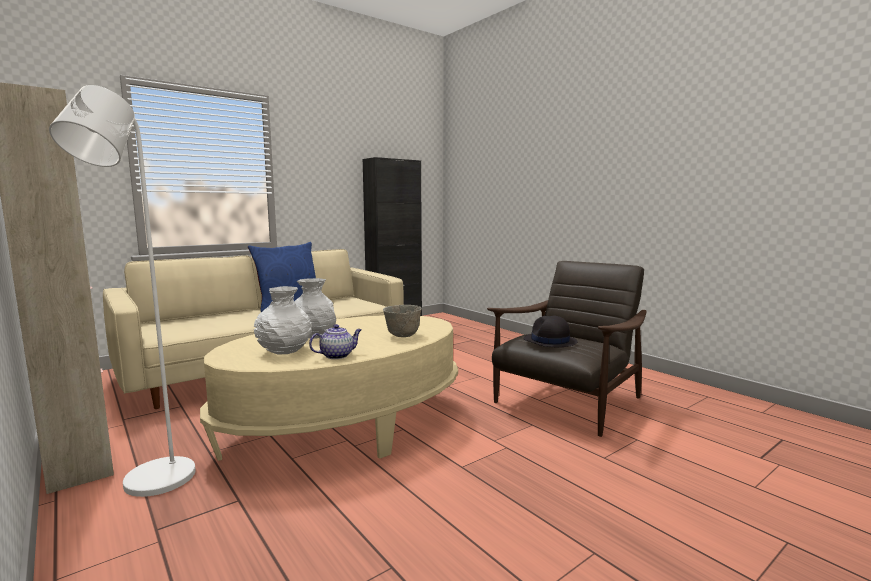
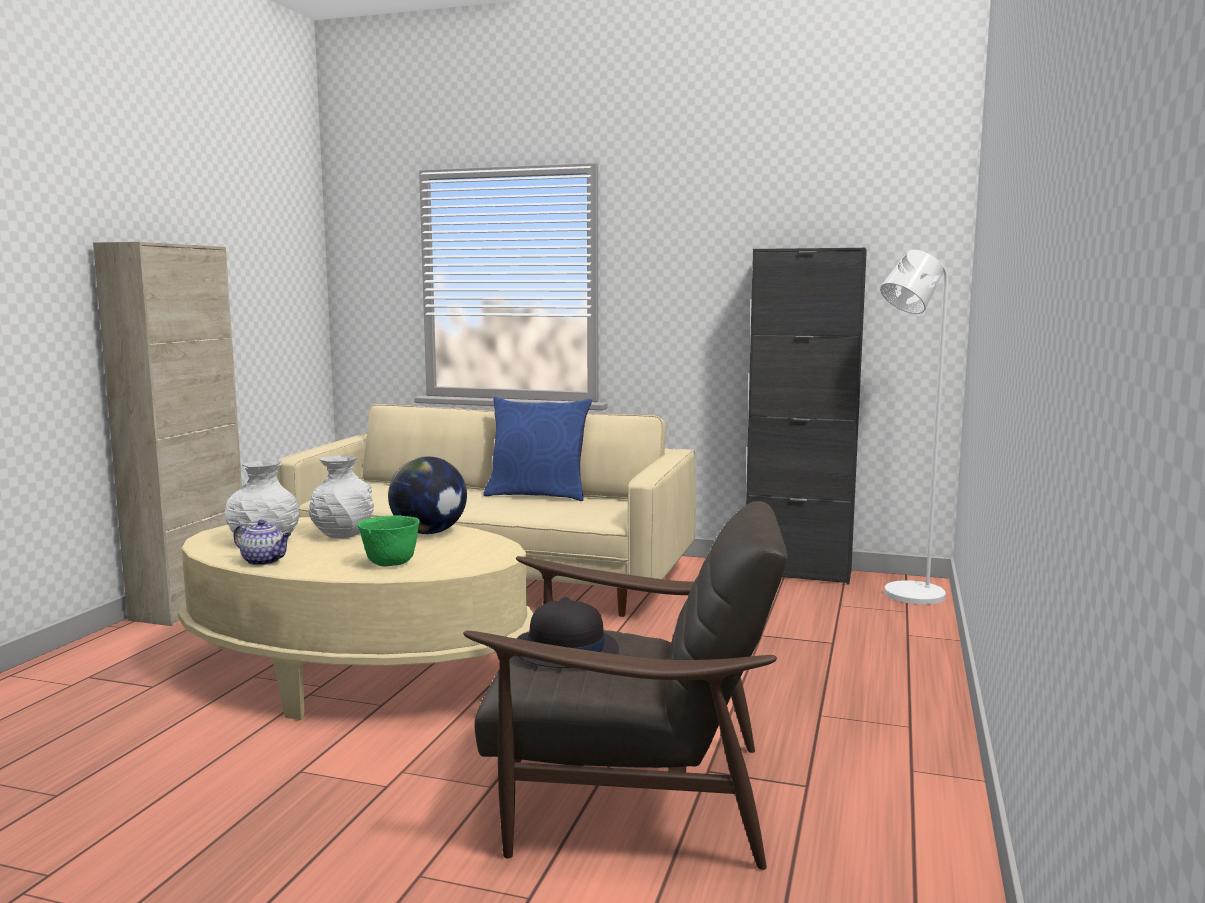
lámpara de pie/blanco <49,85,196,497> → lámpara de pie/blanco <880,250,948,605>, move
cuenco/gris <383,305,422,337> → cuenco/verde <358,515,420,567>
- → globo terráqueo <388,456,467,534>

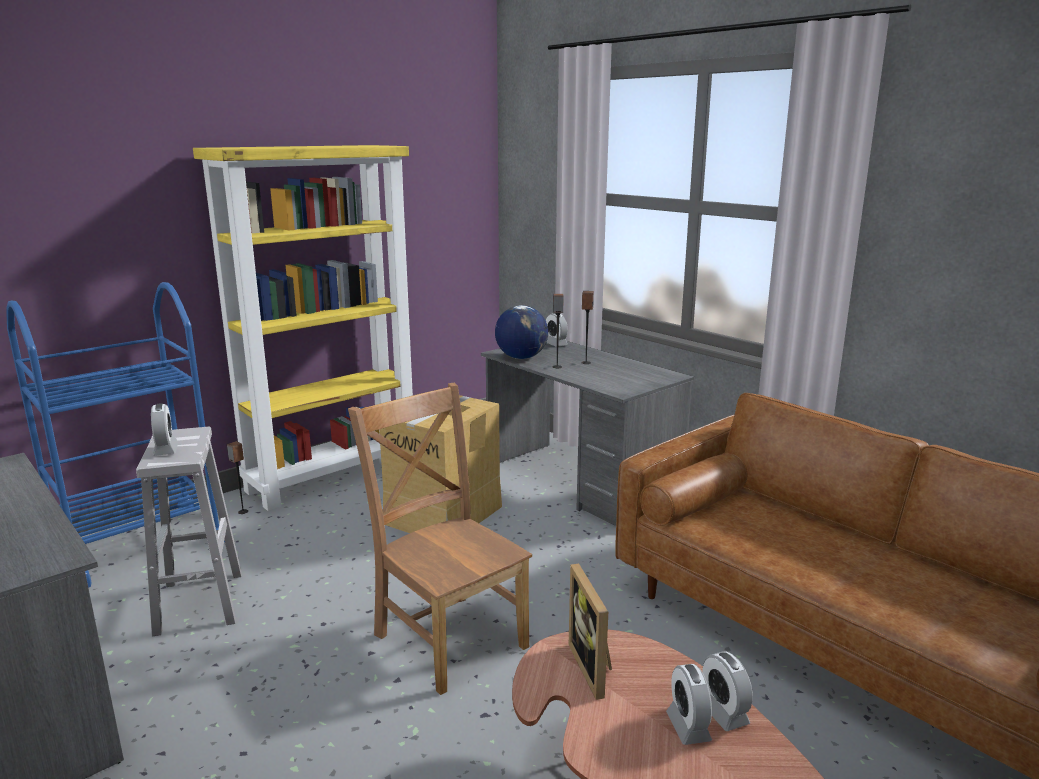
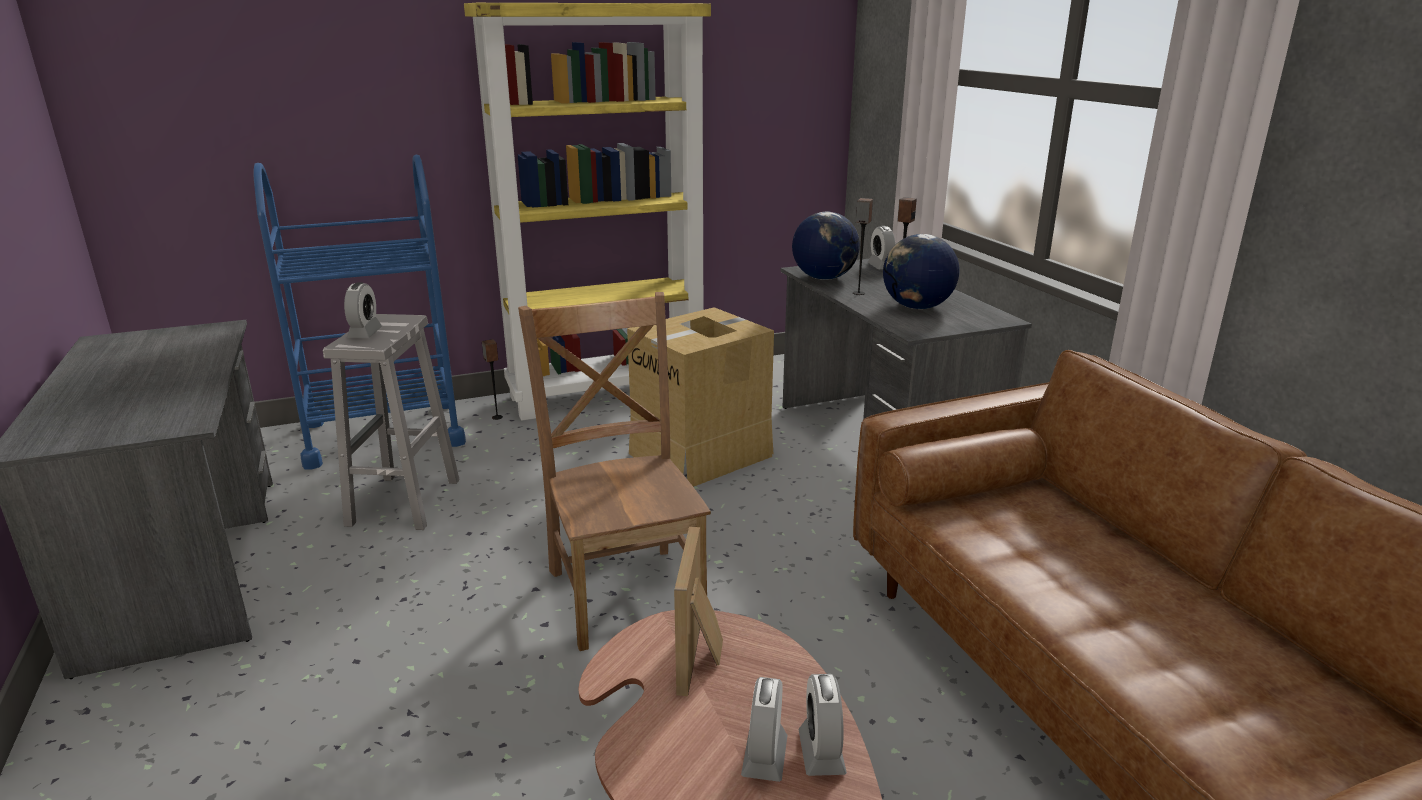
- → globo terráqueo <883,234,960,309>

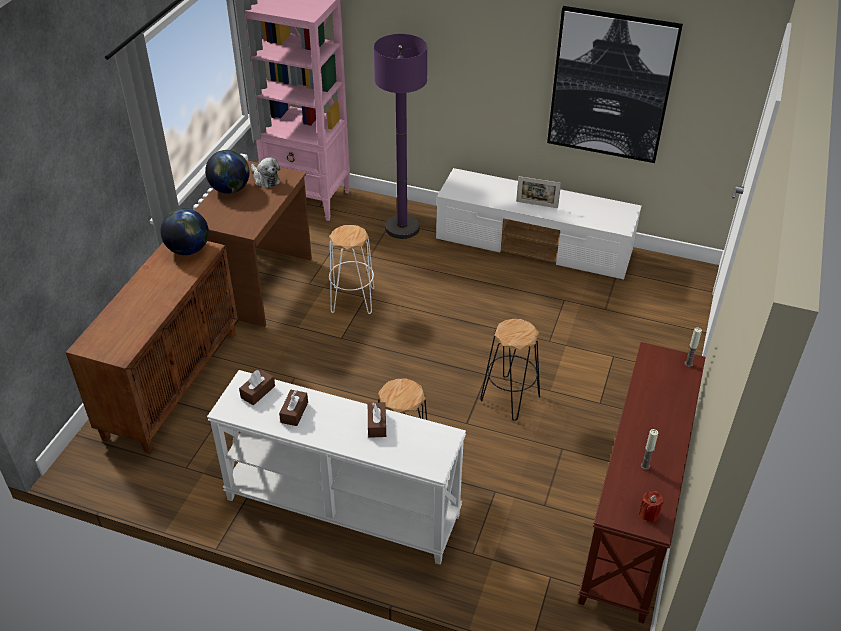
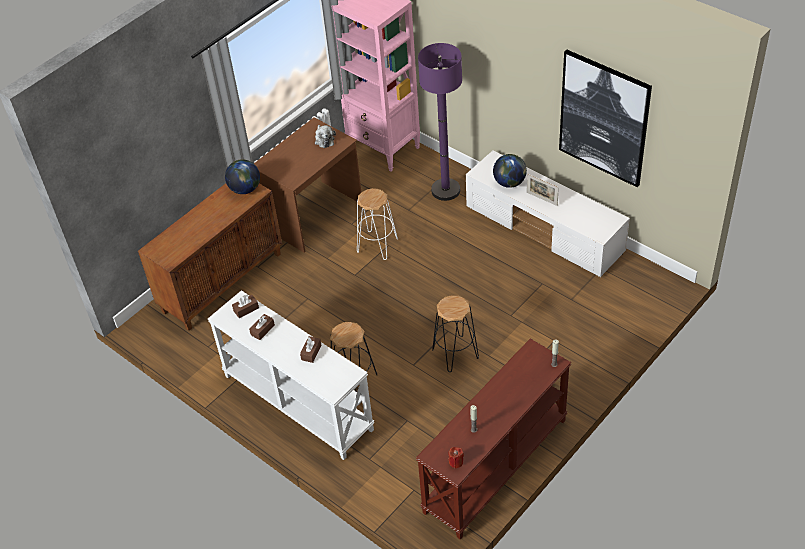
globo terráqueo <205,150,250,194> → globo terráqueo <493,154,527,188>, move

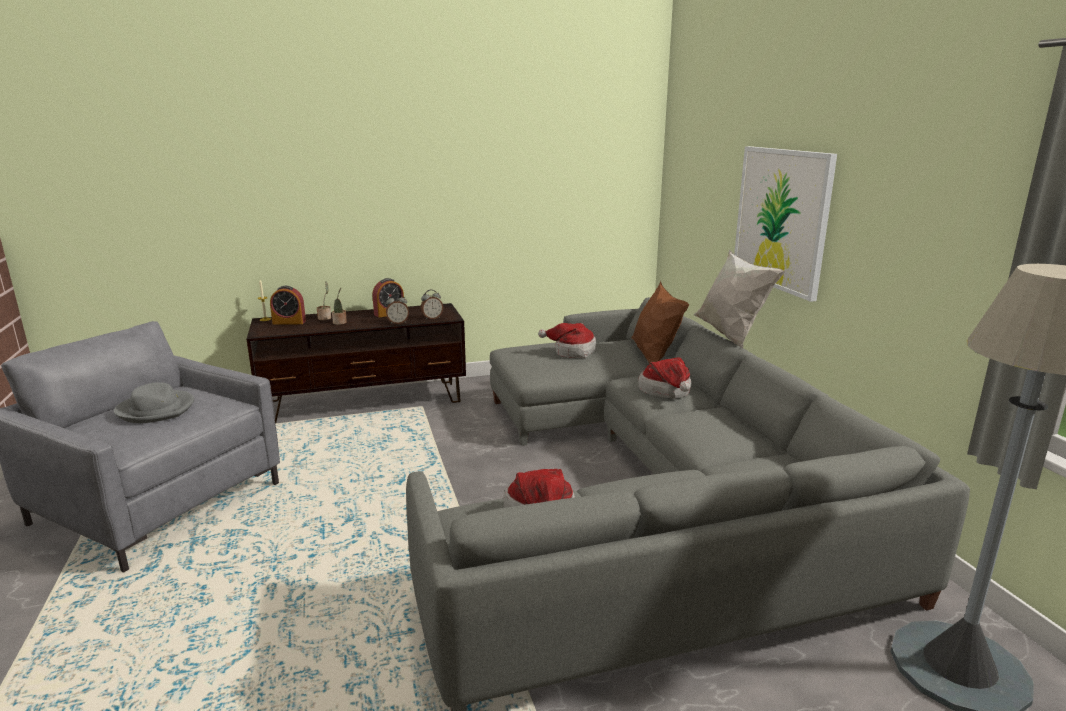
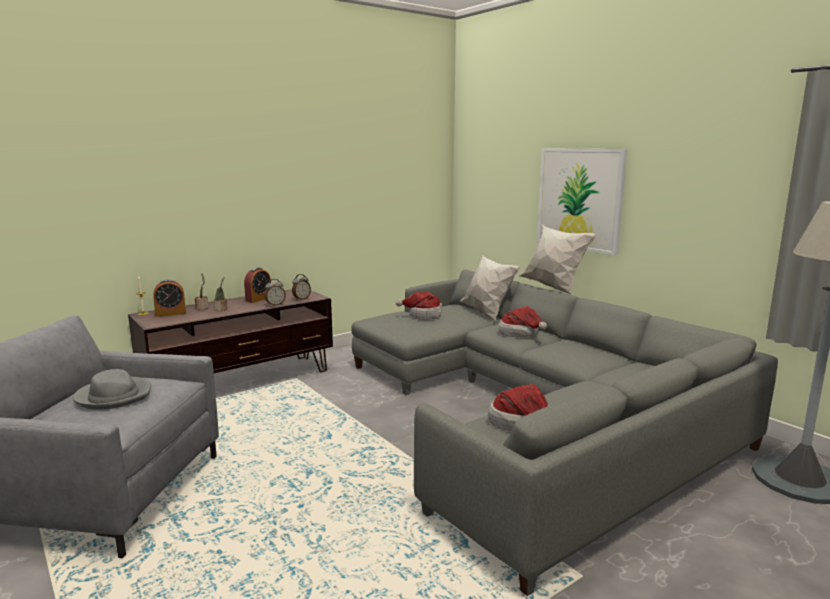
cojín/marrón <631,281,689,364> → cojín/blanco <460,254,521,322>

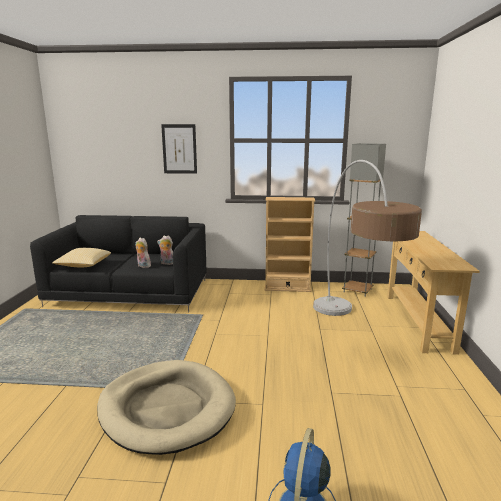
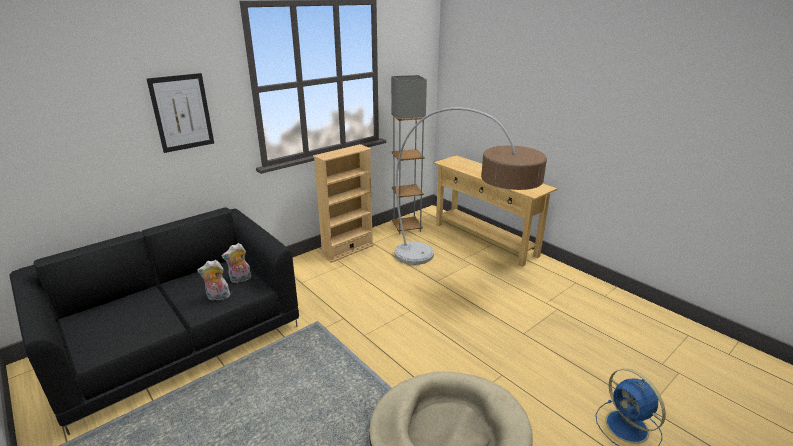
cojín <52,248,111,267> → -

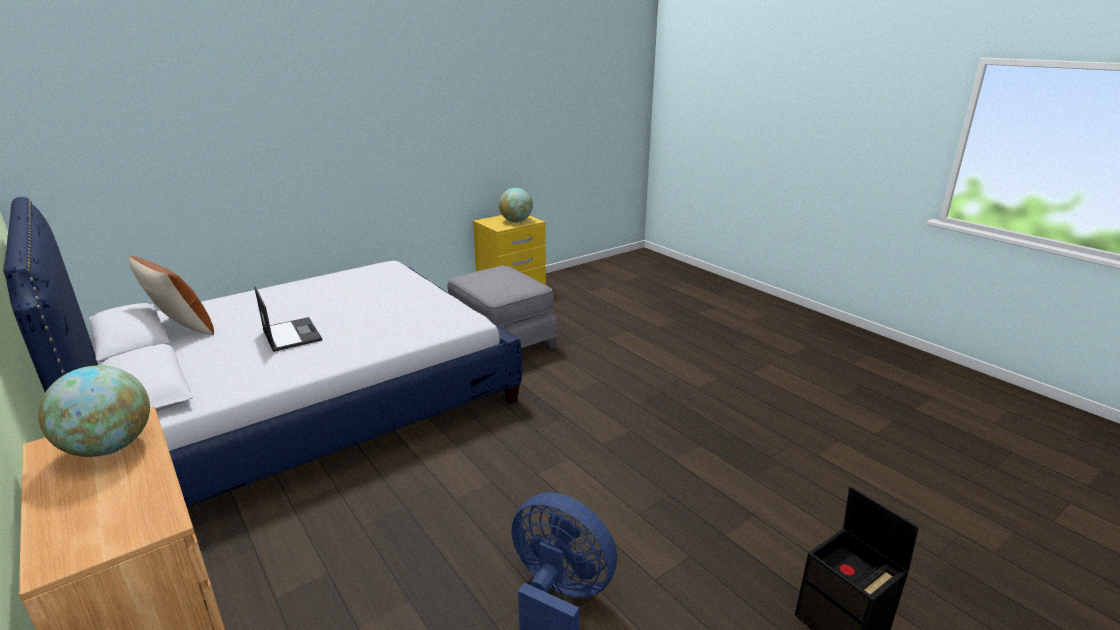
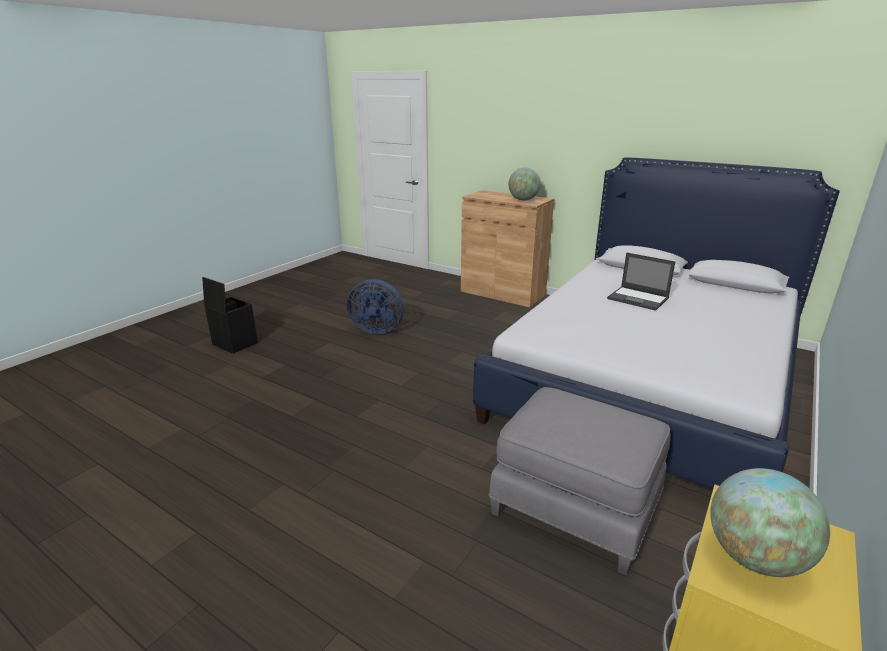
cojín/marrón <129,256,214,335> → -

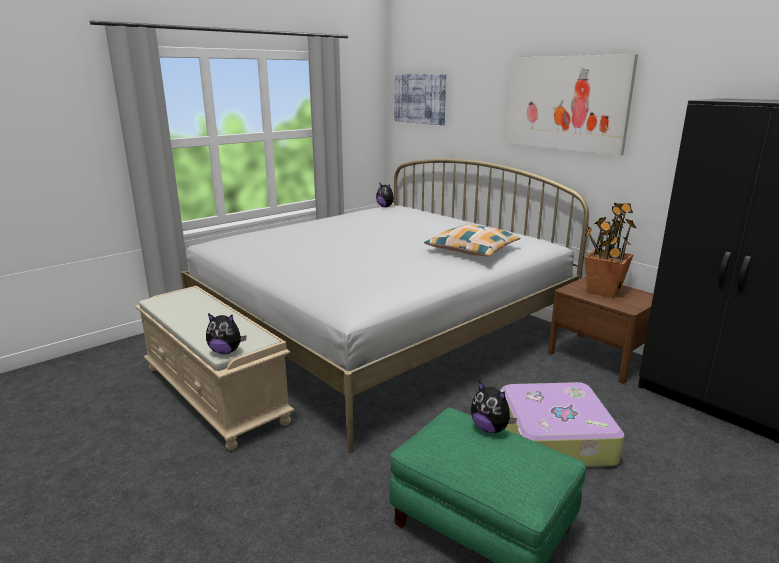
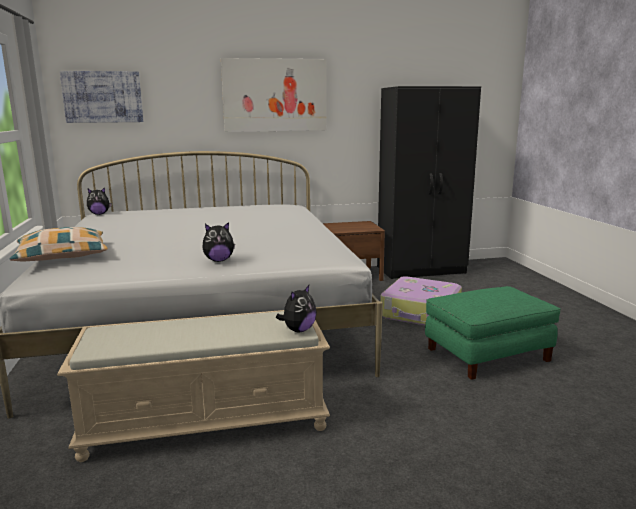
planta en maceta <584,203,636,298> → -
cojín <424,224,520,257> → cojín <10,227,108,261>, move
peluche <471,381,517,433> → peluche <202,222,235,262>, move

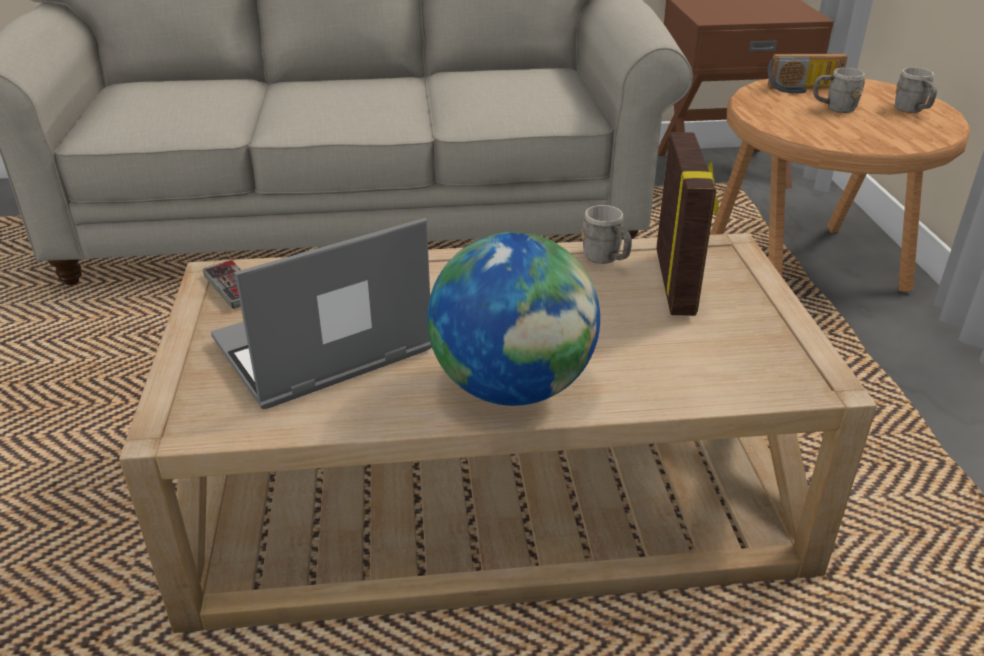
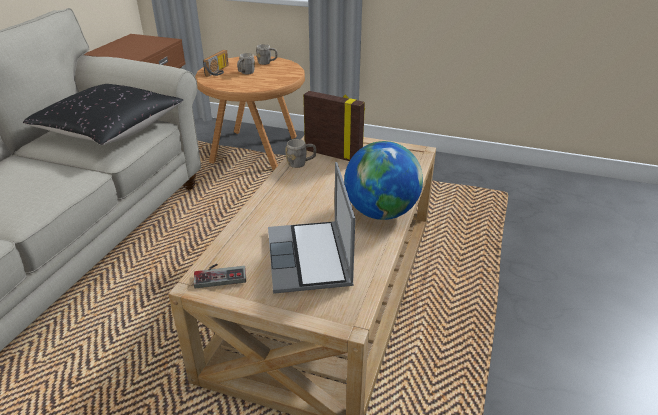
- → cojín/negro <23,84,184,145>

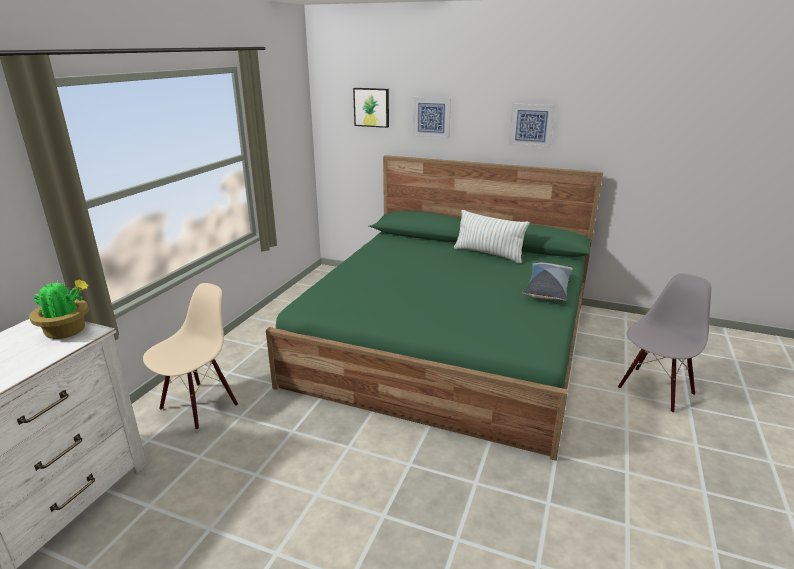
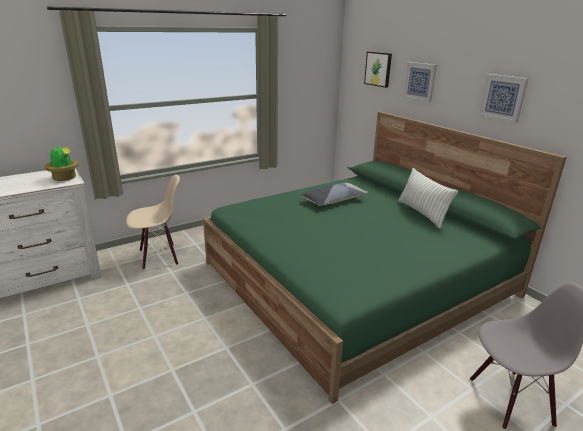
cojín <523,263,572,301> → cojín <301,183,368,206>, move

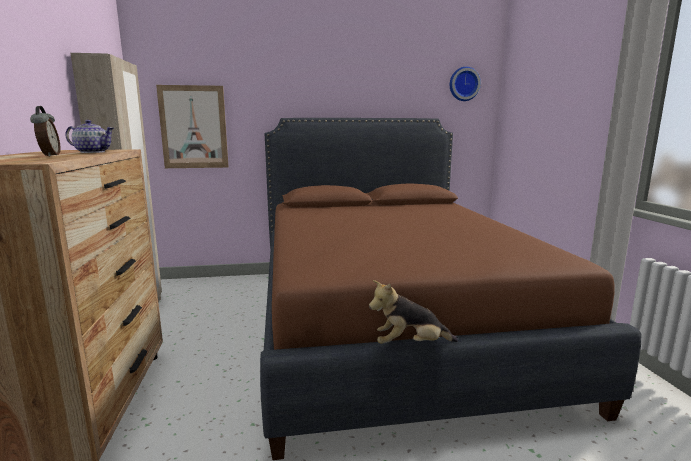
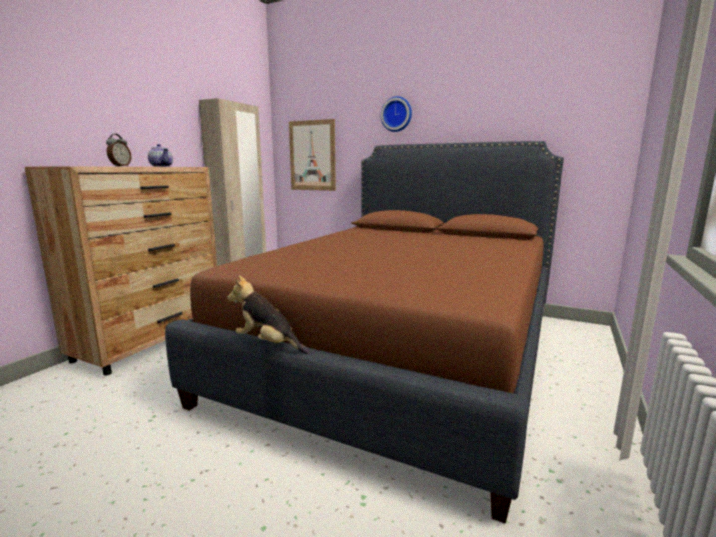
reloj de pared <450,67,481,101> → reloj de pared <381,96,412,132>, move

